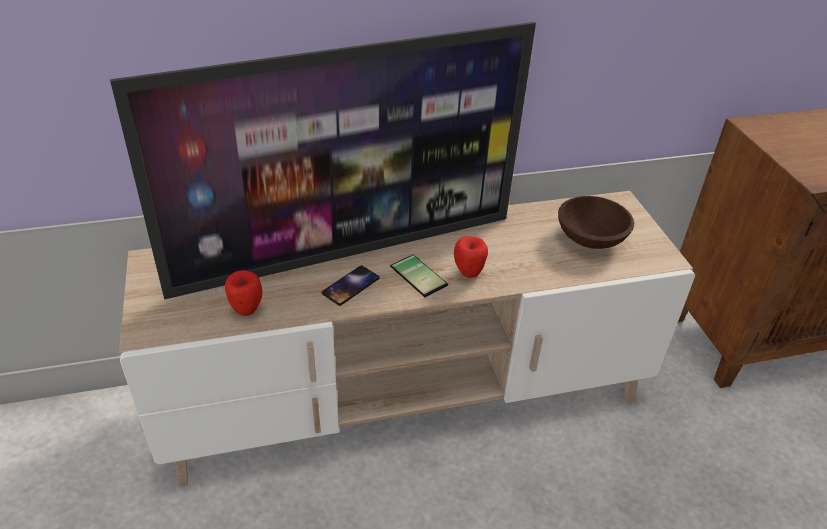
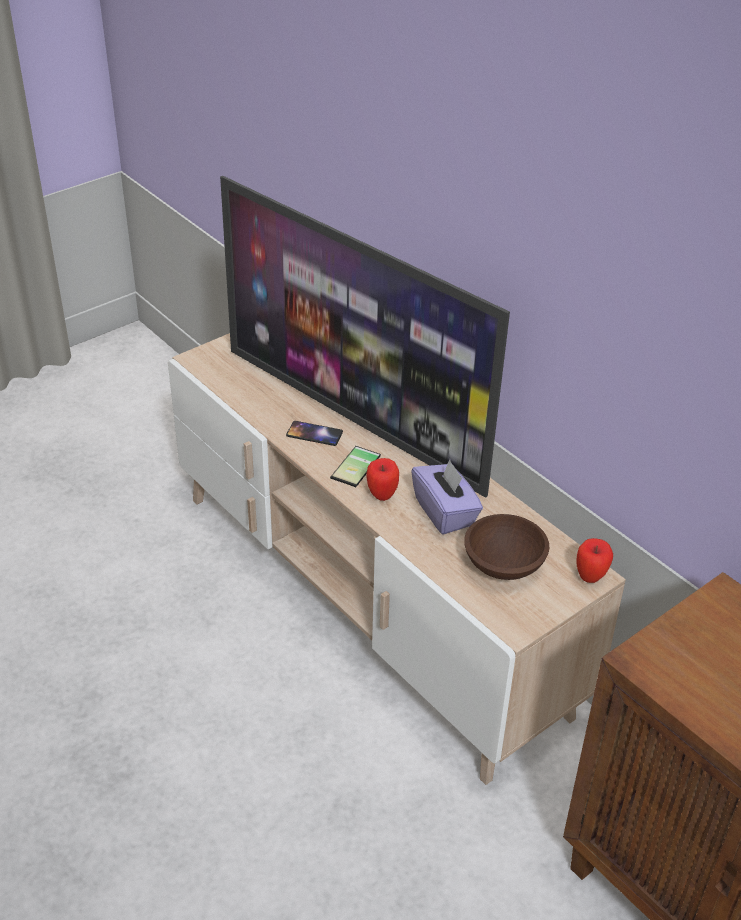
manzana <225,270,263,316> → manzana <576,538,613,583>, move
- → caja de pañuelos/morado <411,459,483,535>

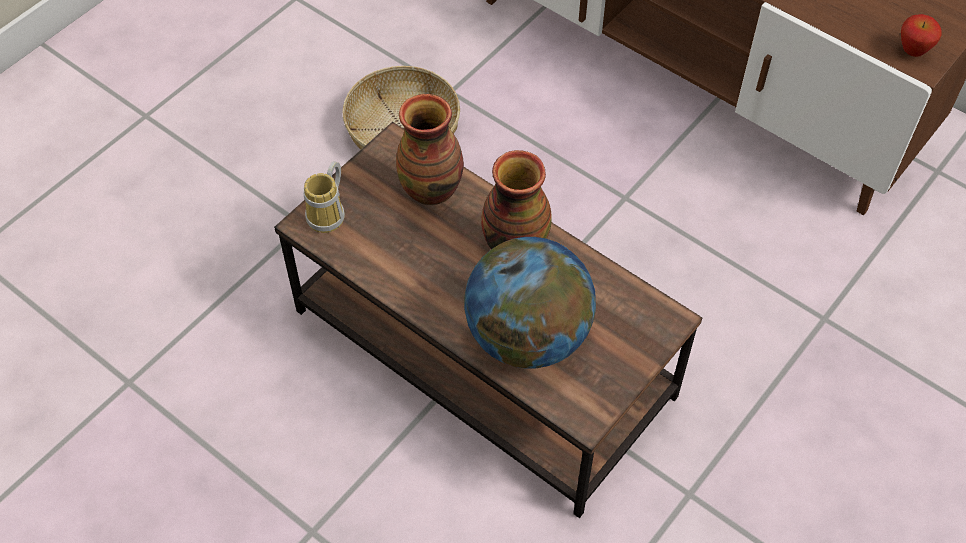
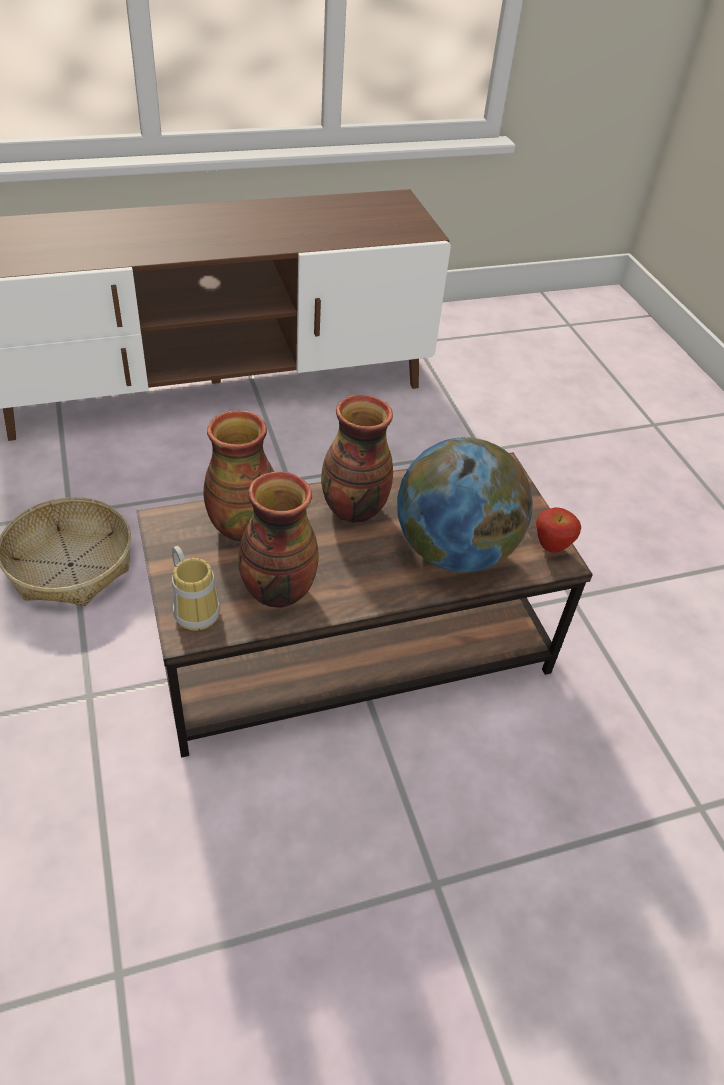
manzana <901,14,942,57> → manzana <536,507,581,553>, move
- → florero <238,471,319,608>

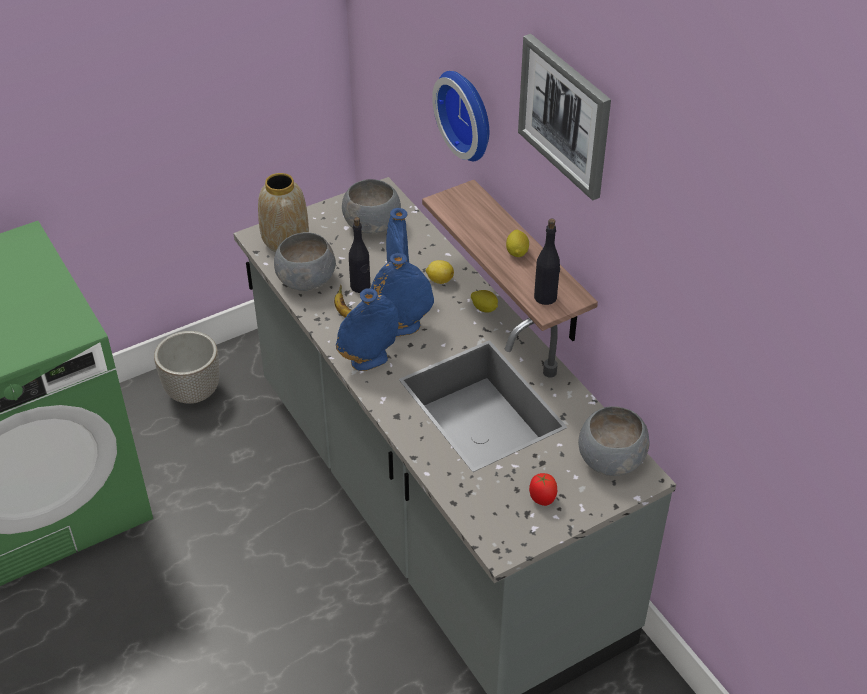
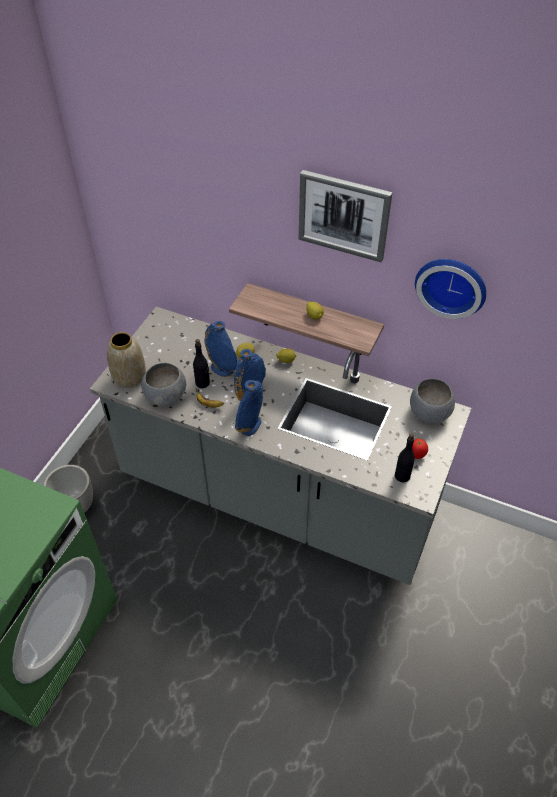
reloj de pared <432,71,489,161> → reloj de pared <415,259,486,319>, move
cuenco/gris <342,179,401,234> → -
botella/negro <534,218,560,305> → botella/negro <395,433,415,483>, move

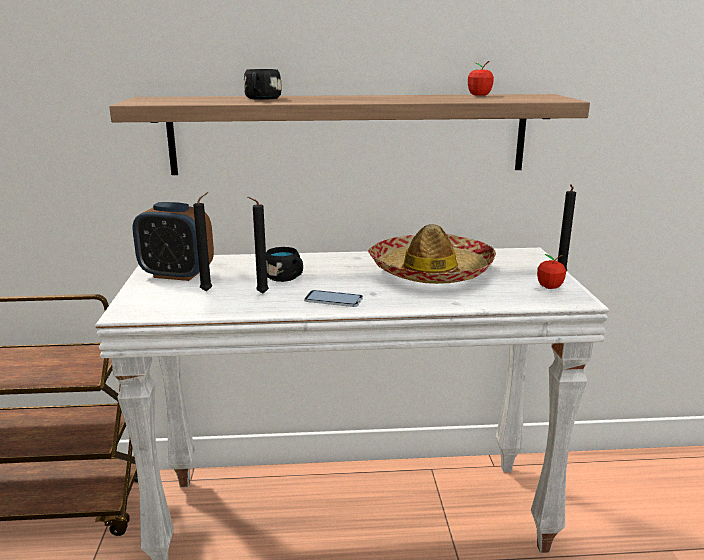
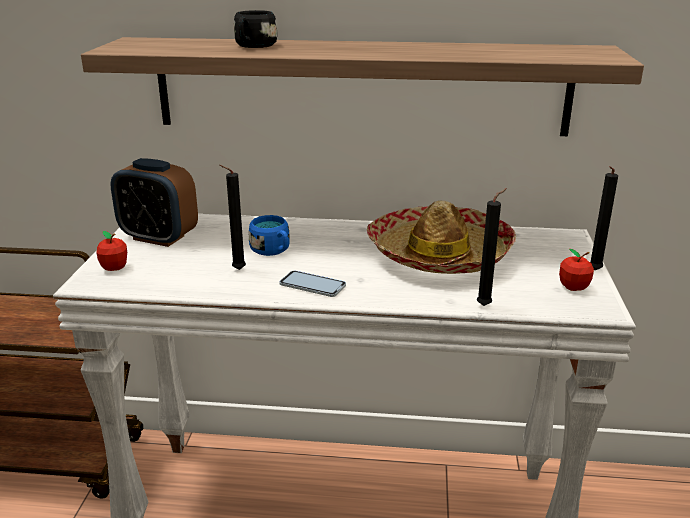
manzana <468,61,494,96> → manzana <96,231,127,271>, move
vela/negro <193,192,212,292> → vela/negro <477,188,507,306>, move
taza grande/negro <266,247,303,282> → taza grande/azul <249,215,289,256>

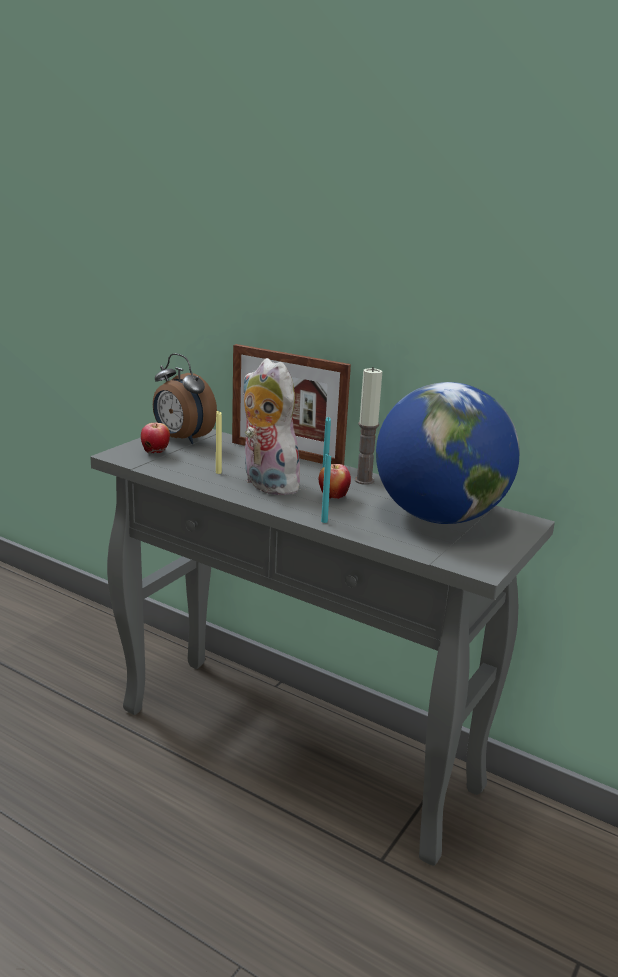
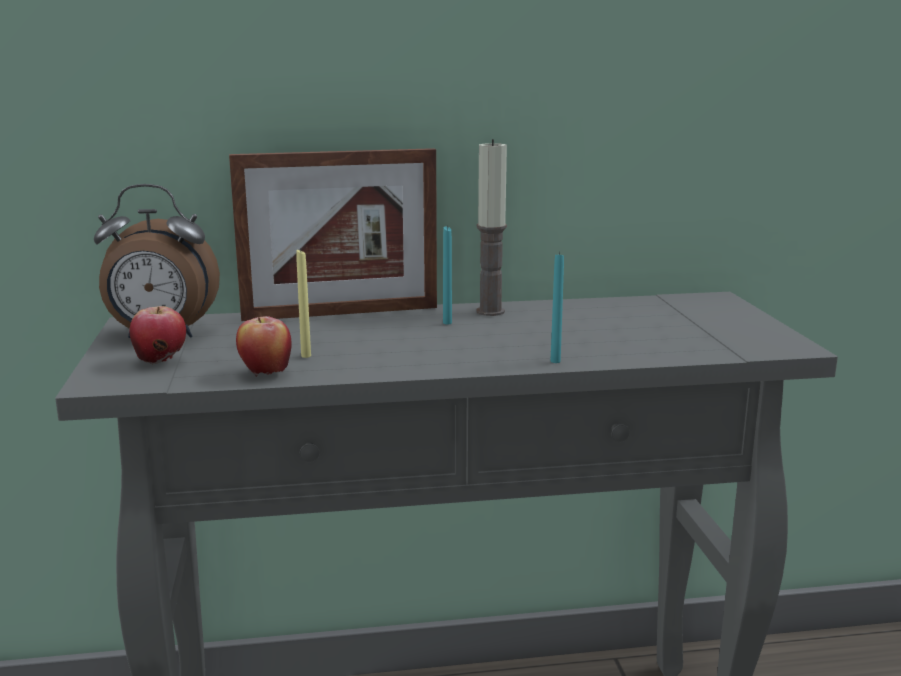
peluche <243,358,306,495> → -
globo terráqueo <376,382,520,524> → -
manzana <319,464,351,499> → manzana <236,316,292,378>, move

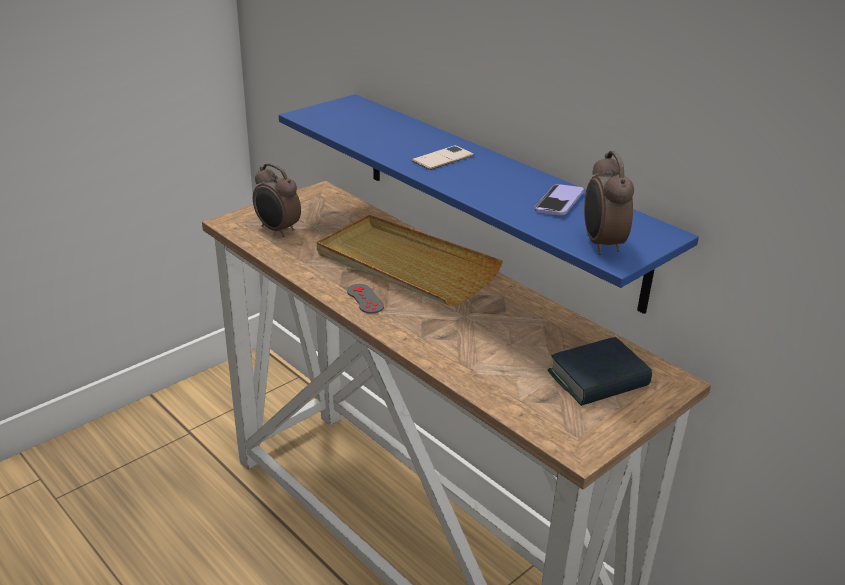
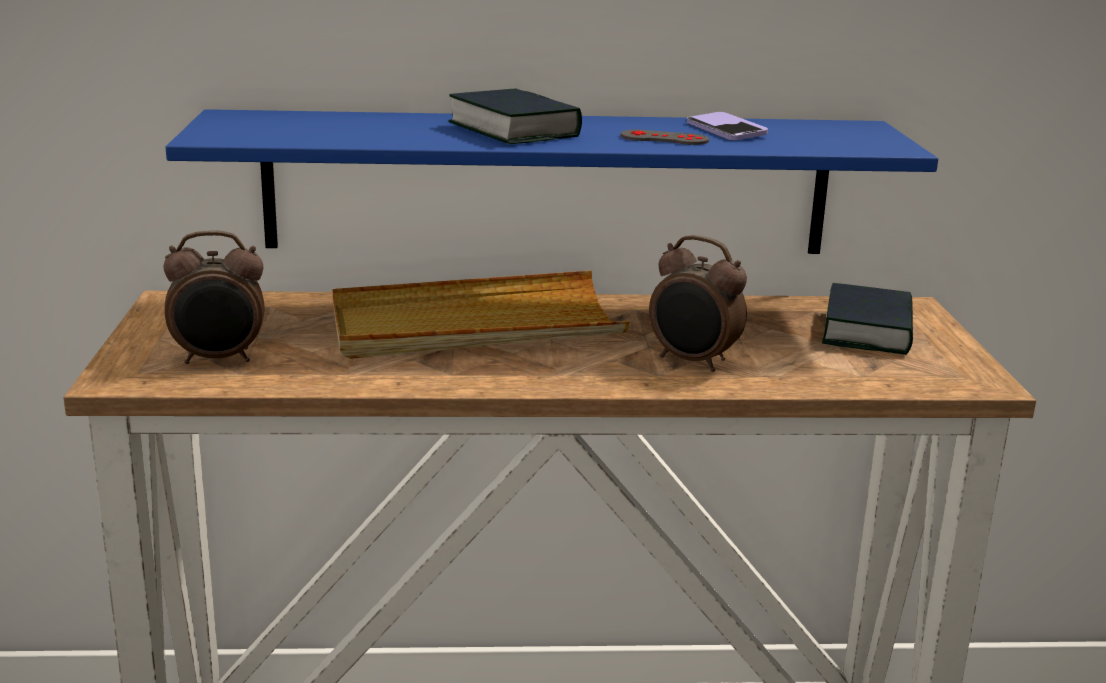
móvil <412,145,474,170> → libro <449,88,582,144>
despertador <584,151,634,255> → despertador <649,235,747,372>, move
mando de consola/gris <347,284,384,314> → mando de consola/gris <621,130,709,145>, move

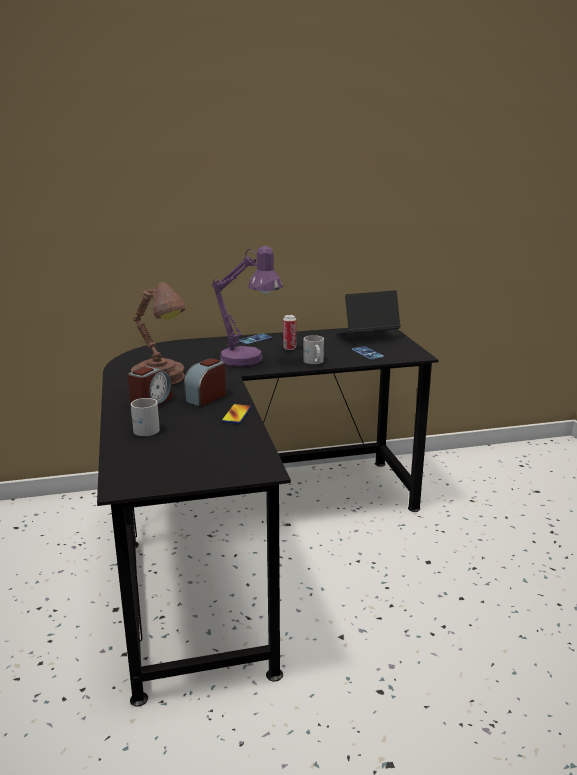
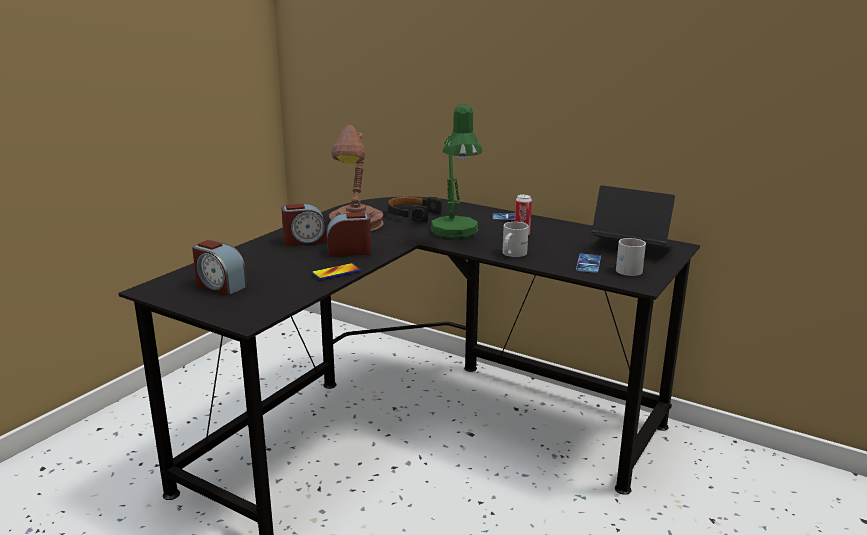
lámpara de mesa/morado <212,246,283,366> → lámpara de mesa/verde <431,104,482,239>
taza grande/blanco <131,398,160,436> → taza grande/blanco <616,238,646,276>, move
- → auriculares/negro <388,196,442,222>
- → despertador <192,240,247,295>

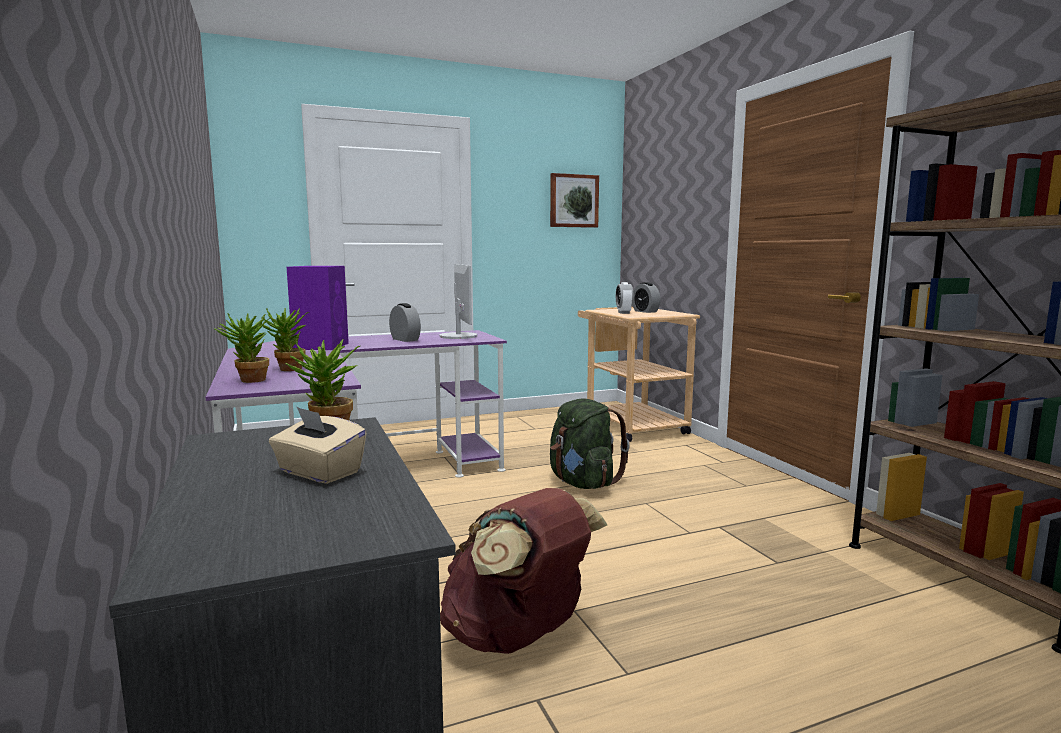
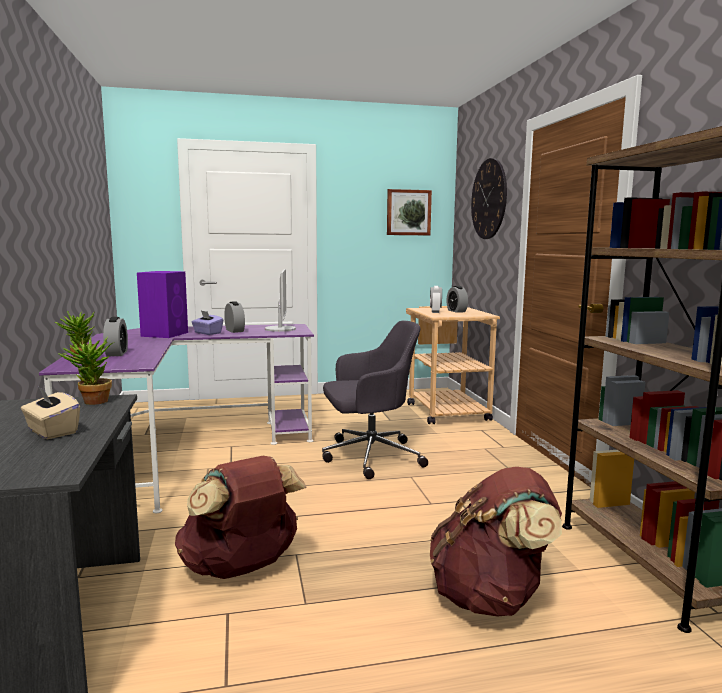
planta en maceta <261,308,309,371> → despertador <103,317,128,356>
mochila/verde <550,399,630,489> → silla de oficina/gris <322,321,428,479>
- → reloj de pared <471,158,507,239>
- → caja de pañuelos/morado <192,311,223,335>
- → mochila/marrón <430,467,562,617>

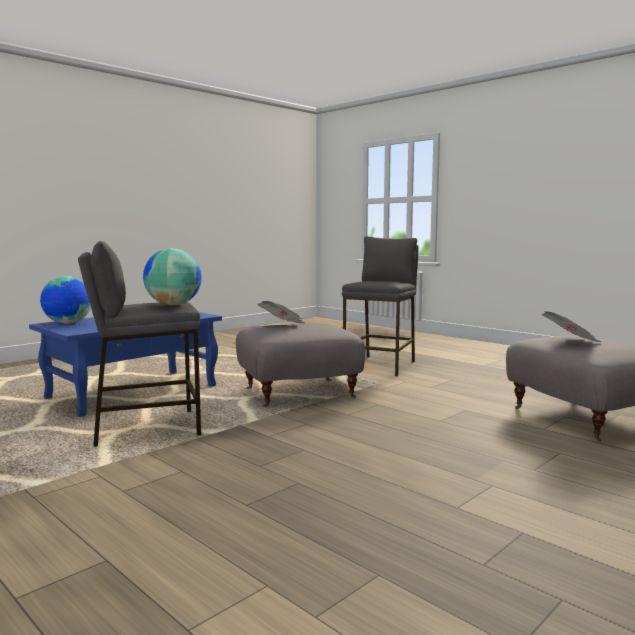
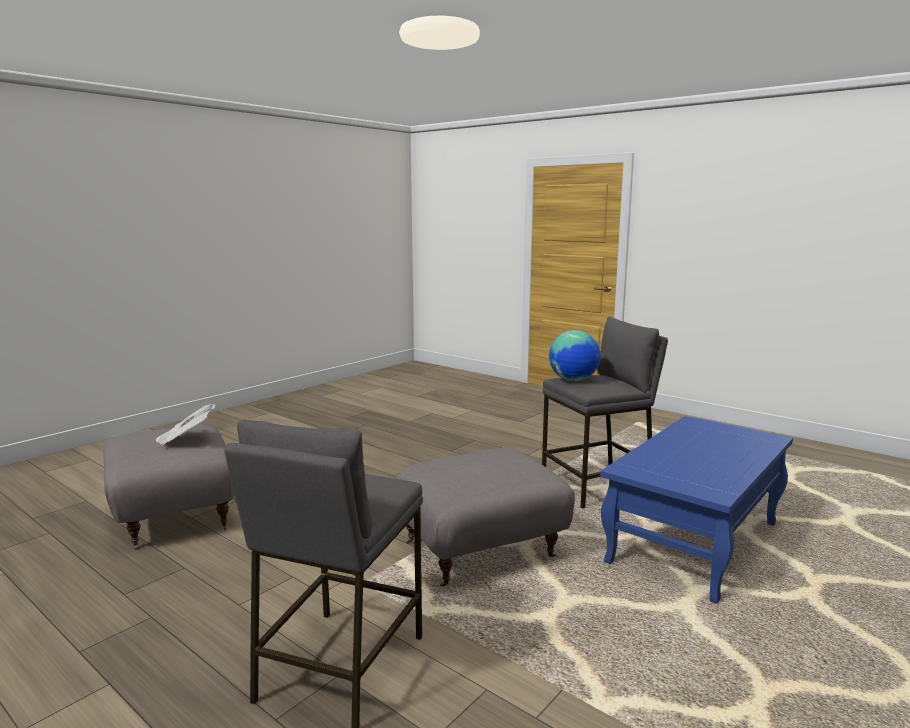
globo terráqueo <40,276,91,324> → -
periódico <258,301,305,323> → -

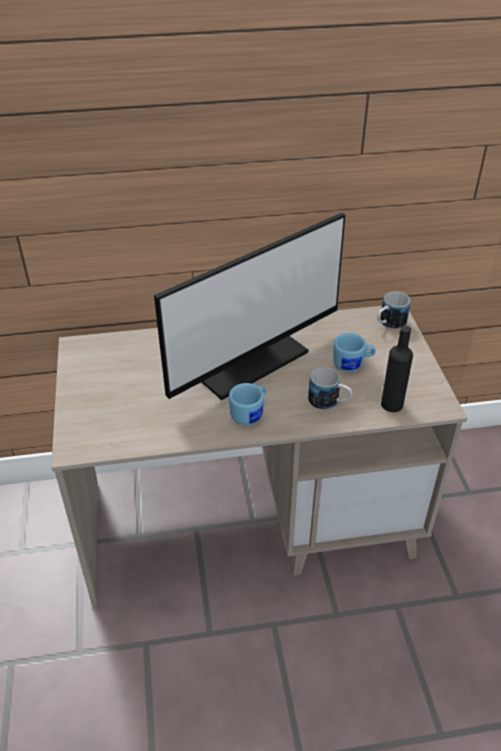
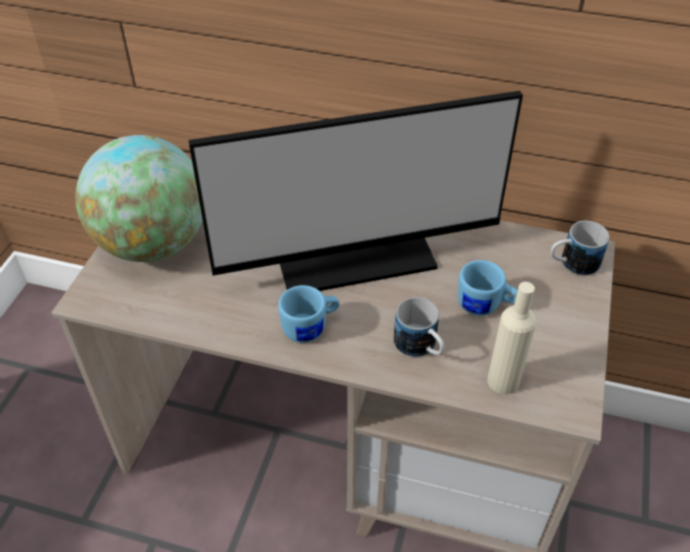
botella/negro <381,326,413,412> → botella/beis <487,282,536,395>
- → globo terráqueo <76,135,203,262>

